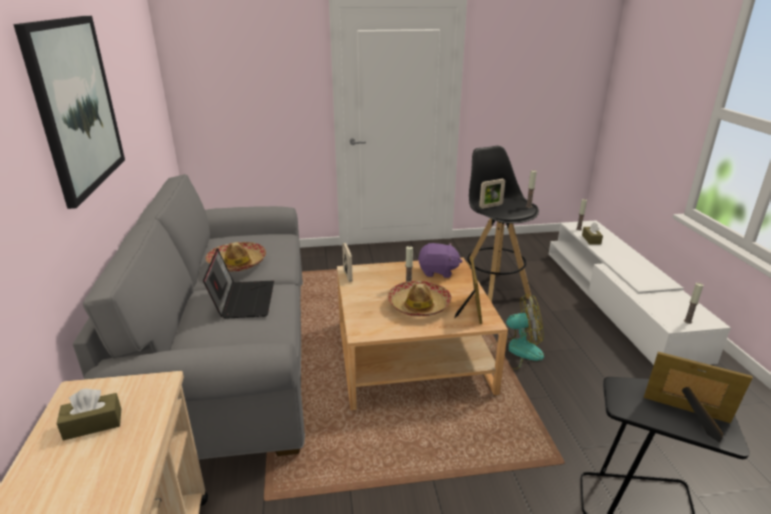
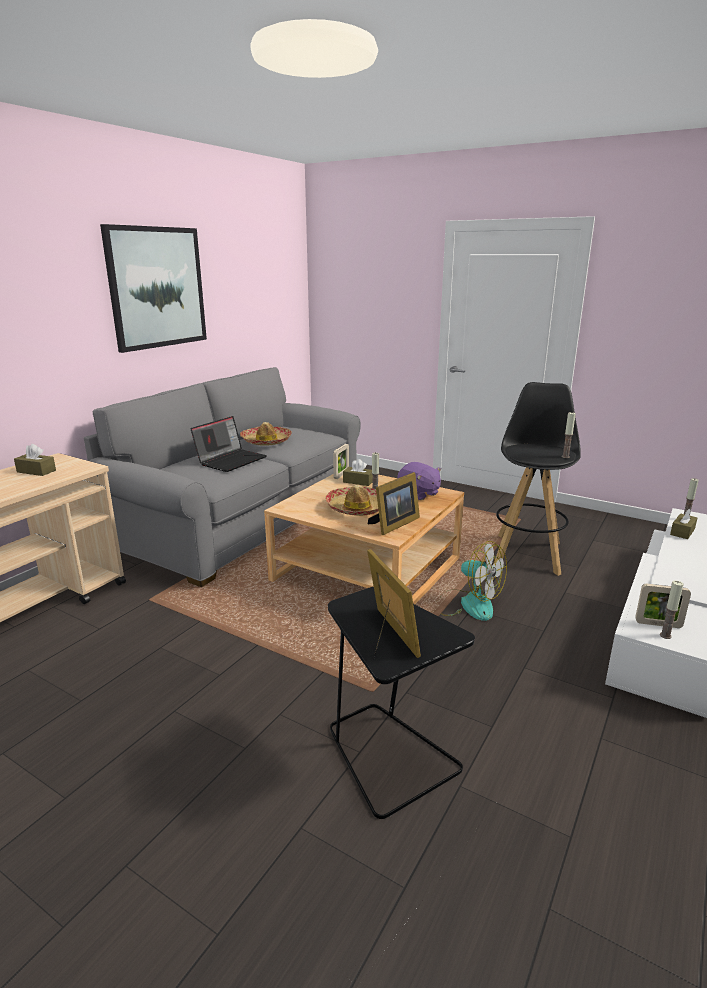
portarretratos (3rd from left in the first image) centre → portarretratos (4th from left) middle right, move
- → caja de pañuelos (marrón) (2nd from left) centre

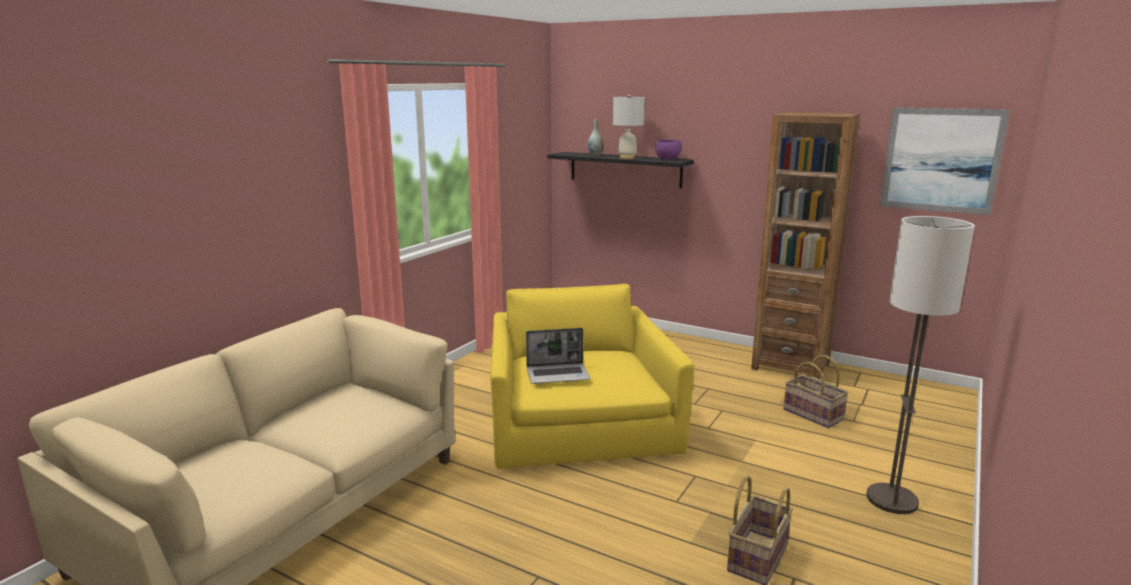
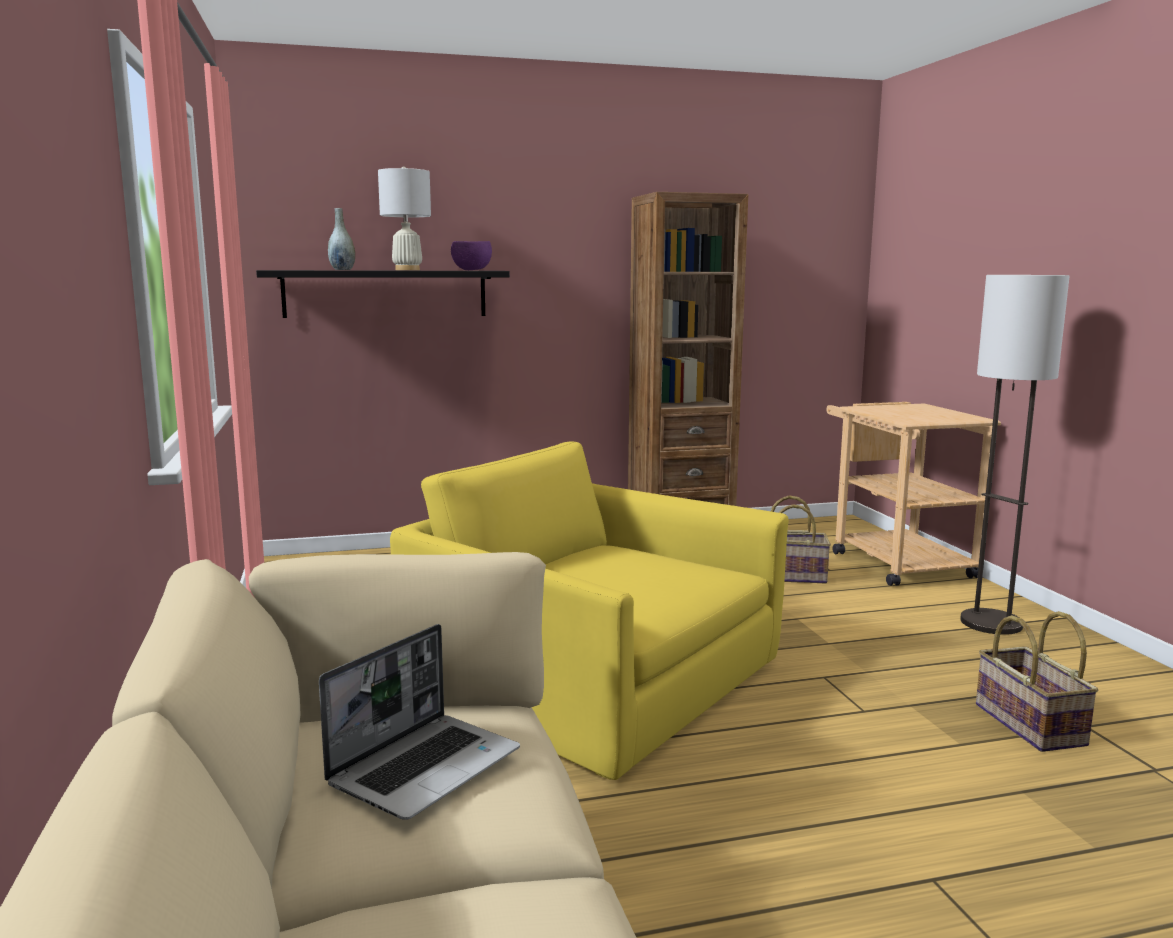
cuadro top right → -
portátil centre → portátil bottom centre, move
- → carrito (beis) middle right

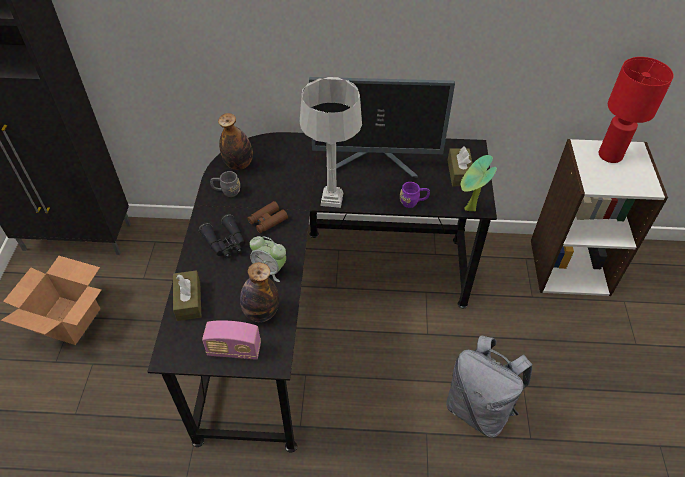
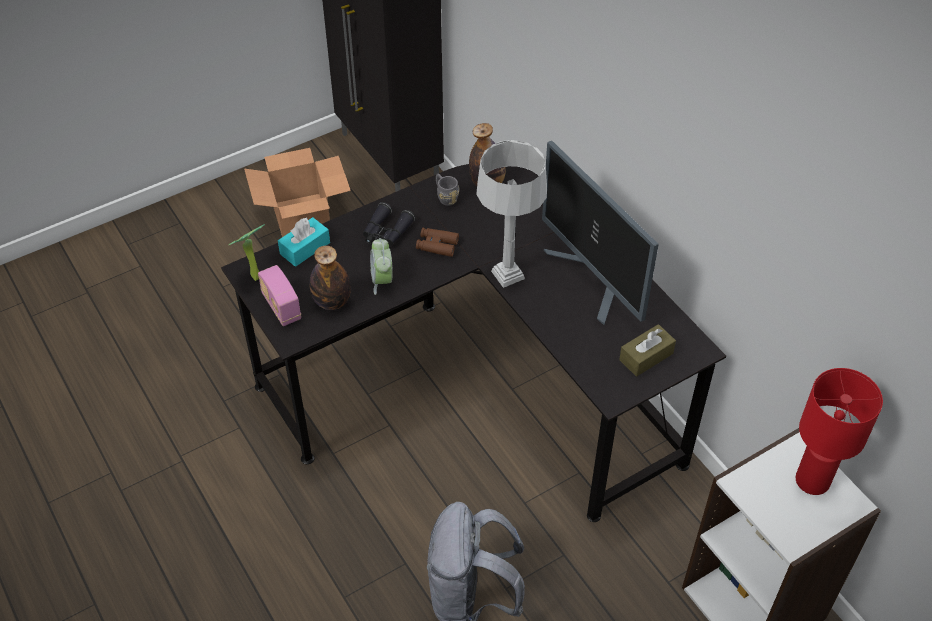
planta en maceta middle right → planta en maceta middle left, move
taza grande (morado) centre → -
caja de pañuelos (marrón) (1st from left) middle left → caja de pañuelos (turquesa) middle left

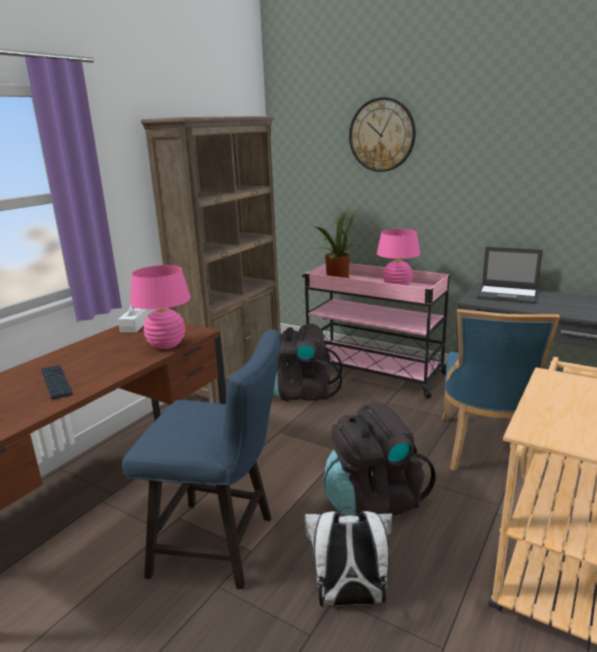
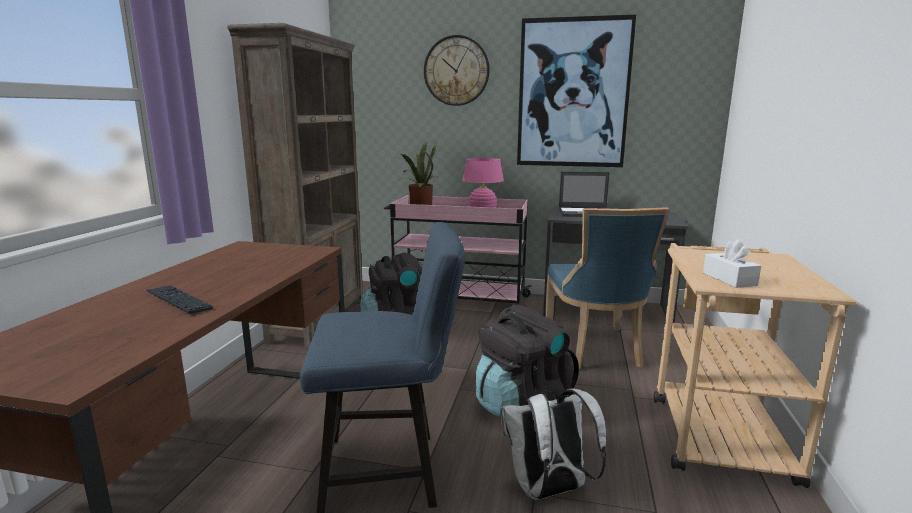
lámpara de mesa (rosa) (1st from left) middle left → -
caja de pañuelos (blanco) middle left → caja de pañuelos (blanco) middle right, move
- → cuadro top centre

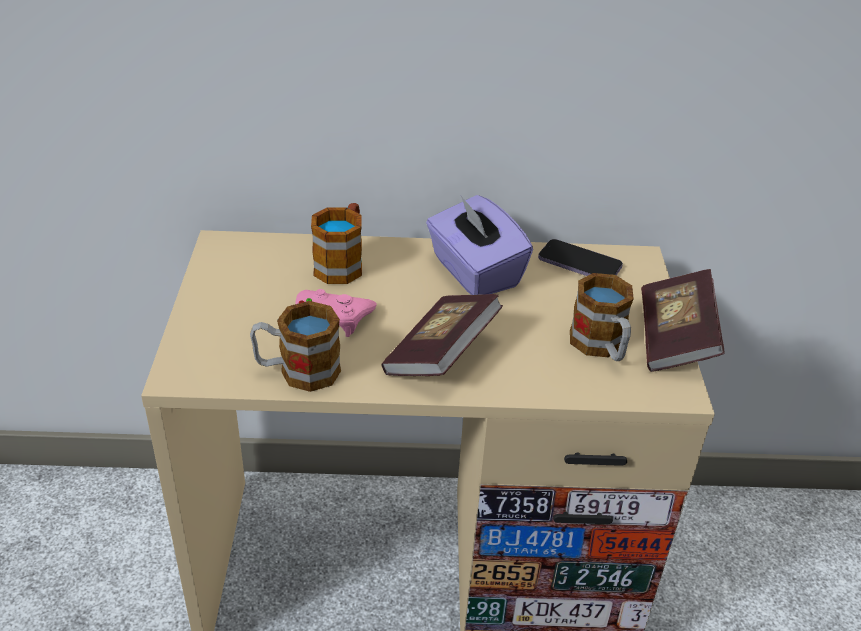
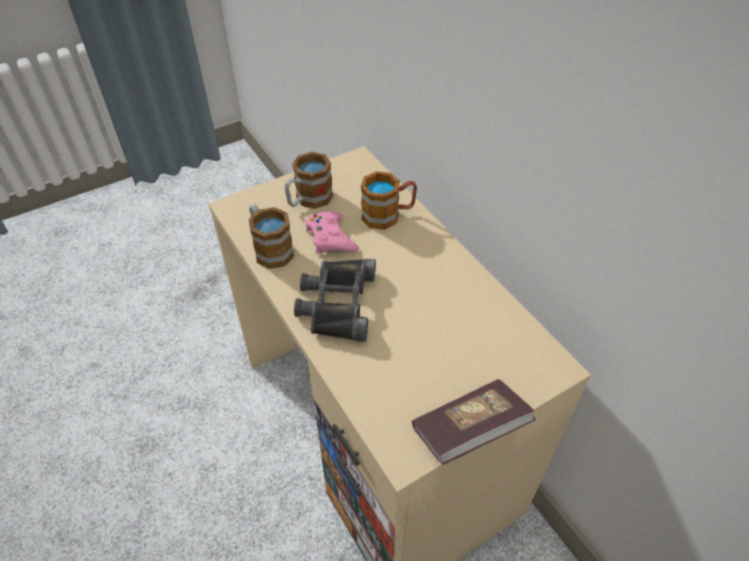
caja de pañuelos (morado) centre → -
móvil middle right → -
taza grande (3rd from left in the first image) middle right → taza grande (2nd from left) top centre, move
libro (1st from left) centre → prismáticos (negro) centre

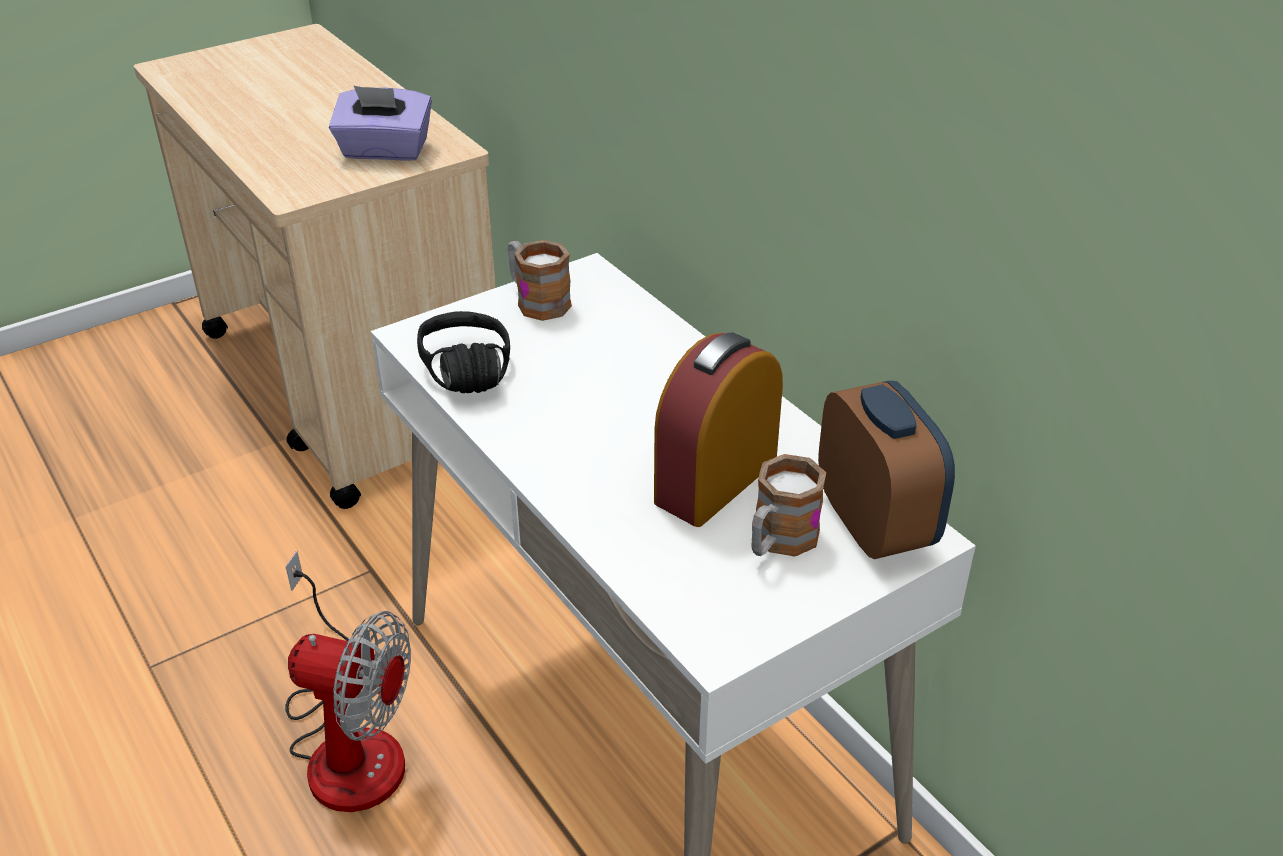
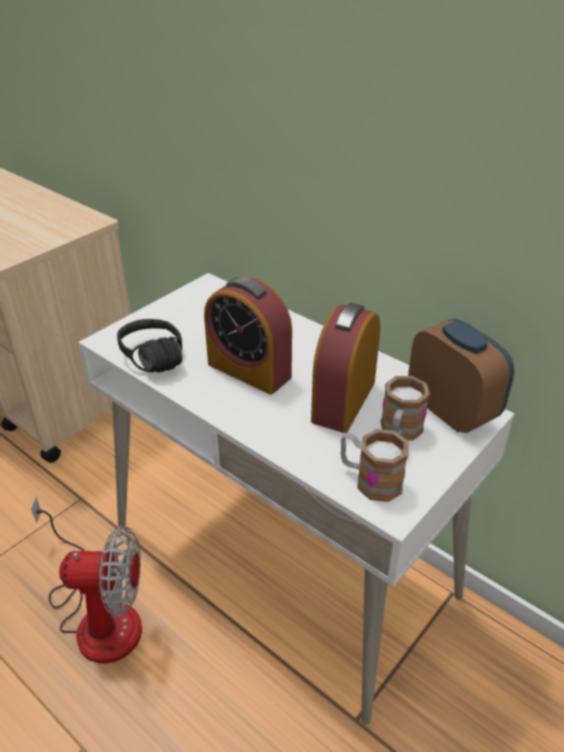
caja de pañuelos (morado) top left → -
taza grande (1st from left) top centre → taza grande (1st from left) centre, move
- → despertador (1st from left) centre

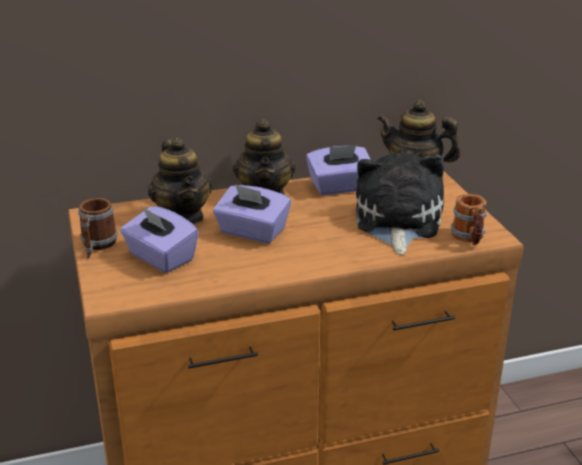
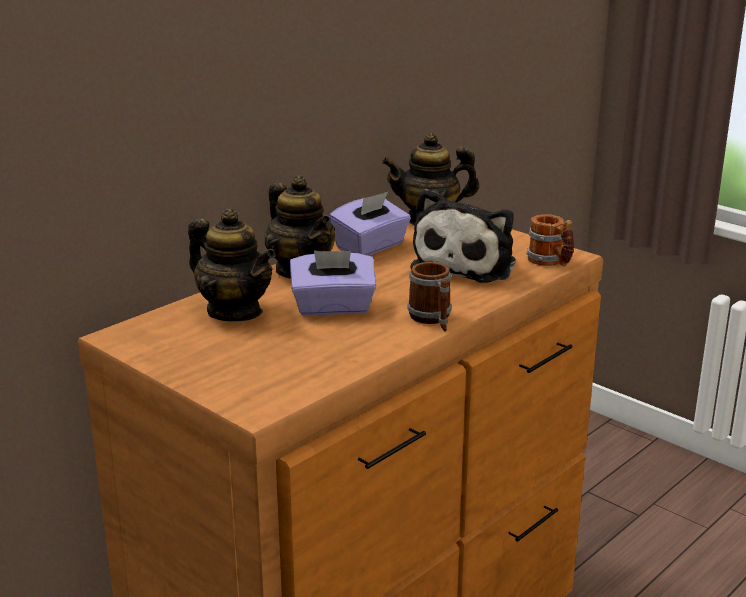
peluche middle right → peluche centre, 135 degrees counterclockwise
taza grande (1st from left) middle left → taza grande (1st from left) centre, move
caja de pañuelos (morado) (1st from left) middle left → -

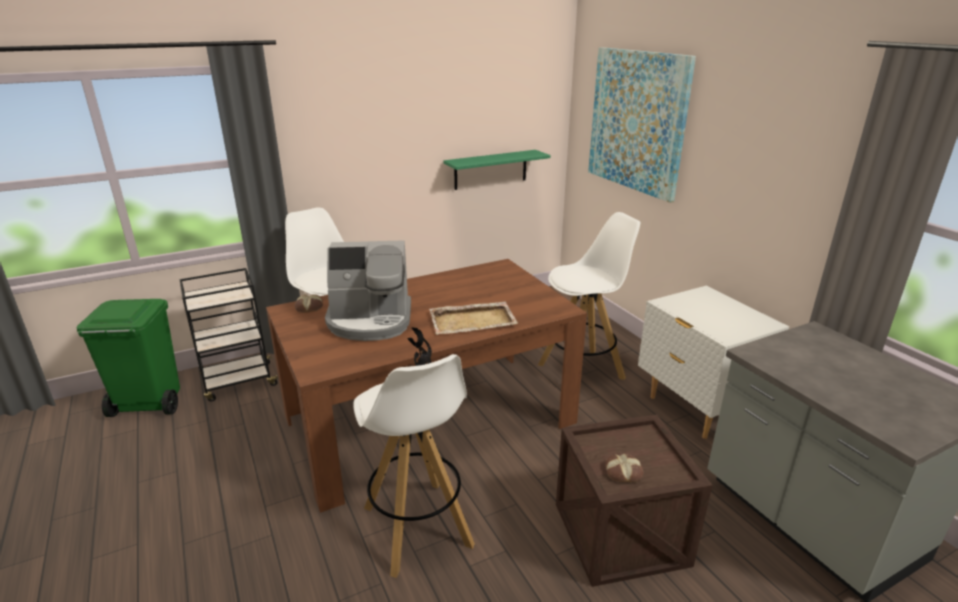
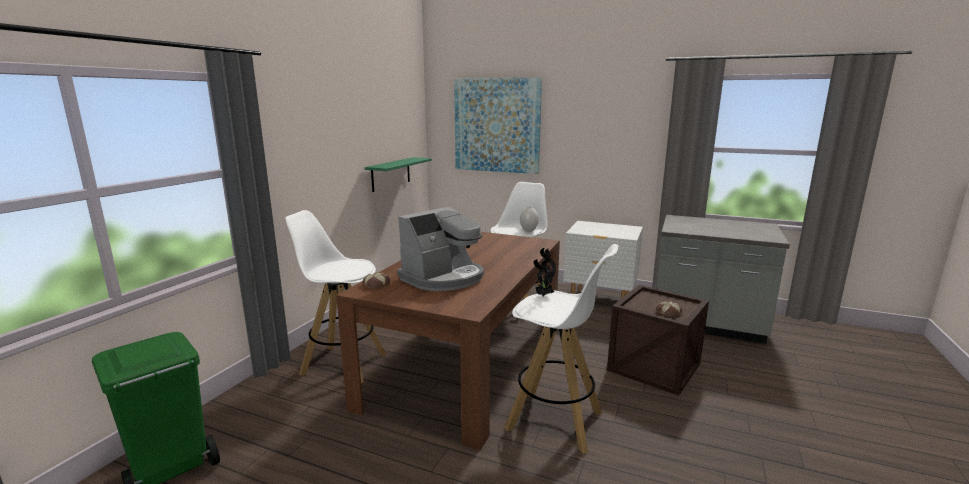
carrito (negro) middle left → -
bandeja (beis) centre → -
- → florero (blanco) centre

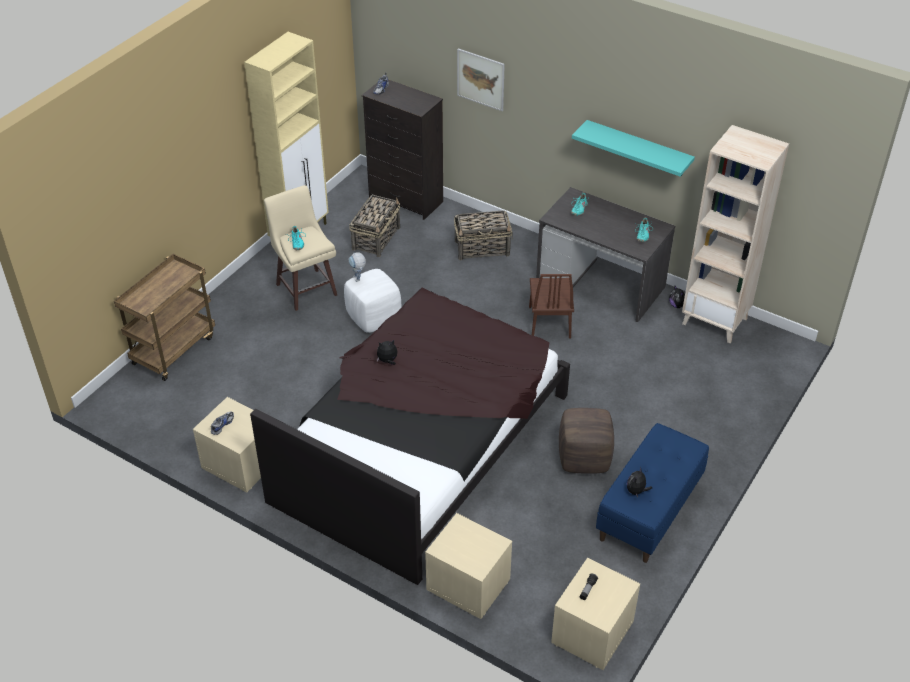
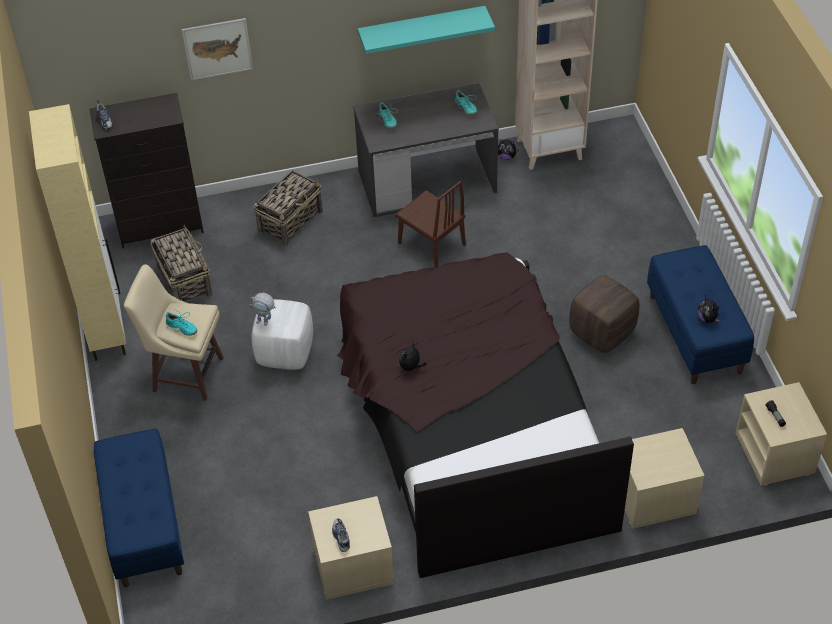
carrito (marrón) middle left → banco (azul) (1st from left) bottom left

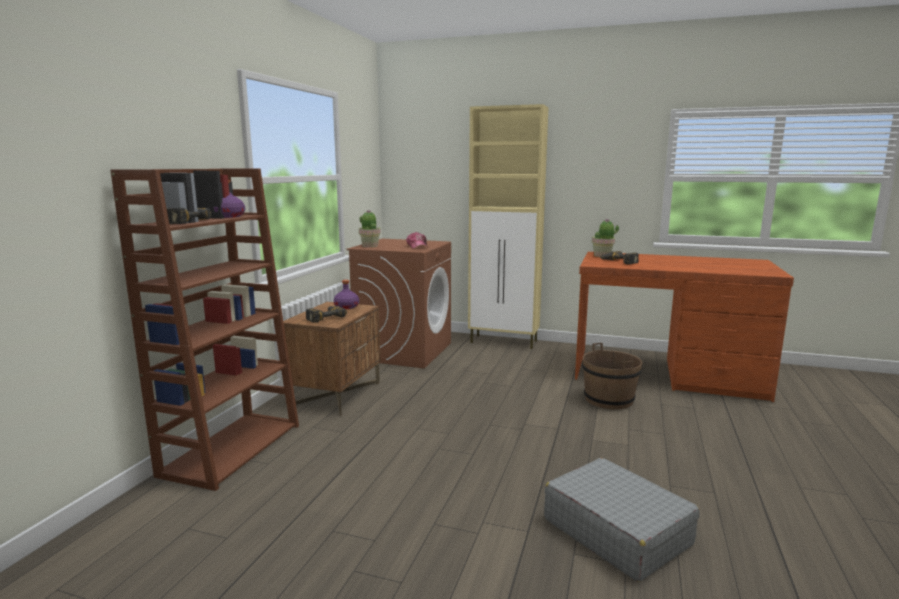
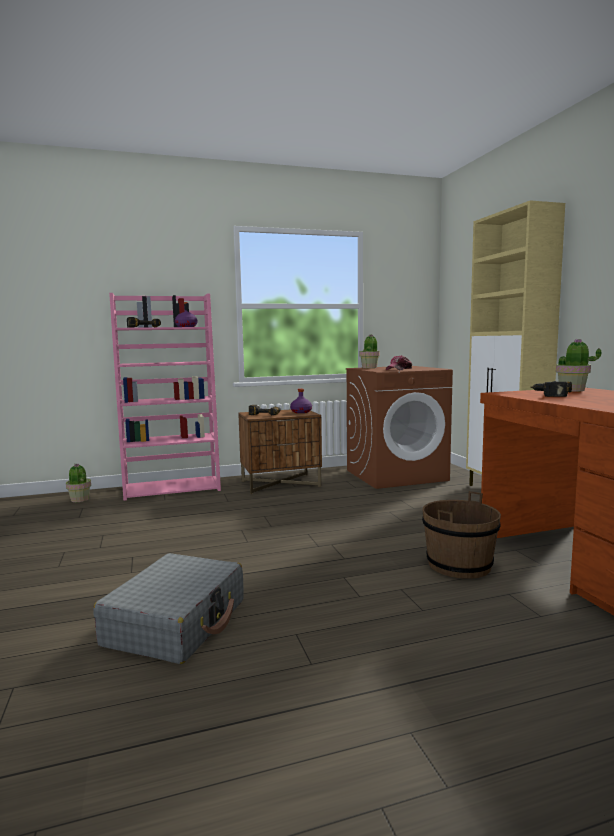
estantería (marrón) middle left → estantería (rosa) middle left
- → planta en maceta (1st from left) middle left

